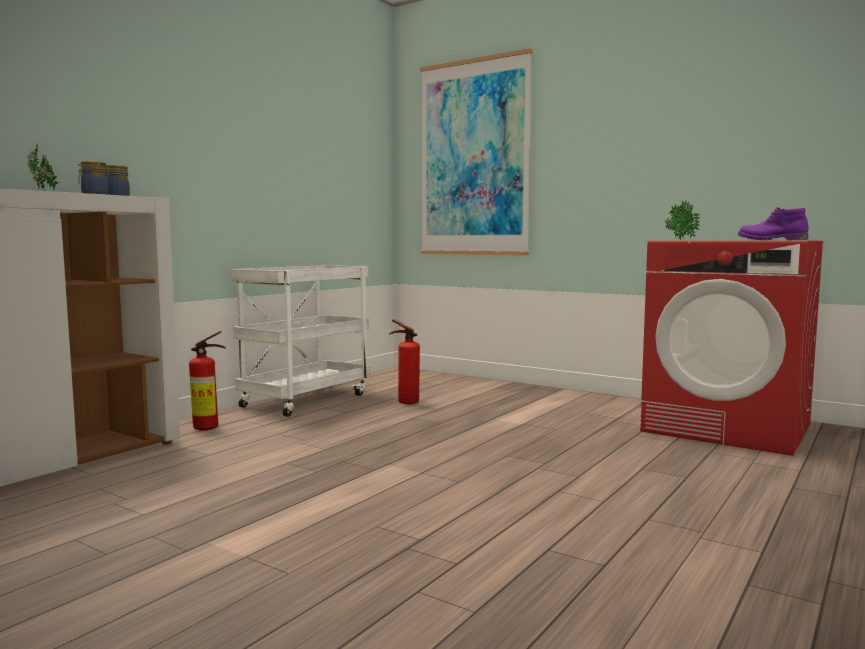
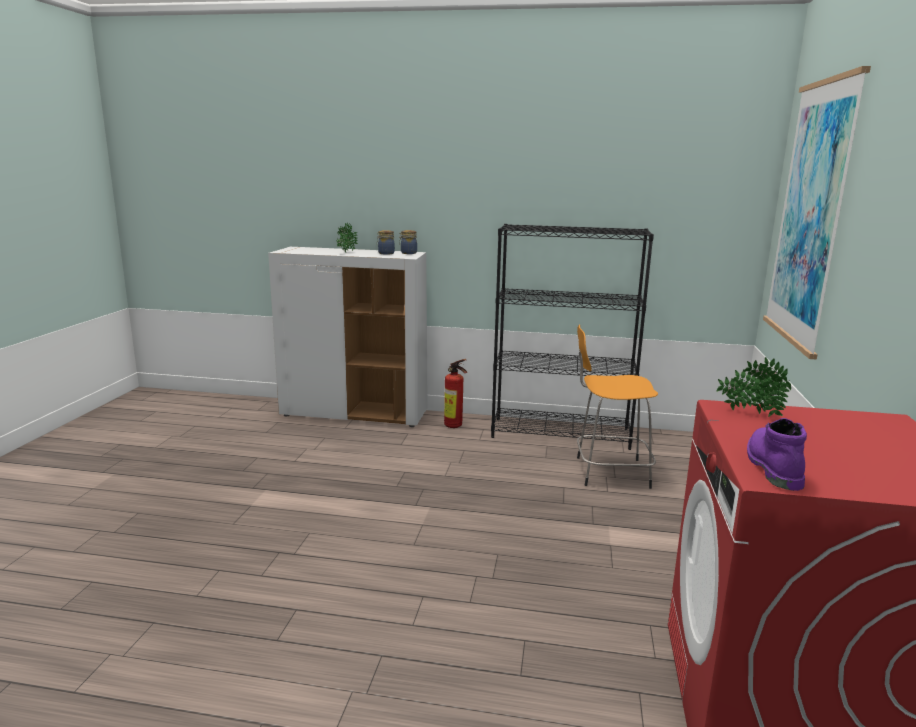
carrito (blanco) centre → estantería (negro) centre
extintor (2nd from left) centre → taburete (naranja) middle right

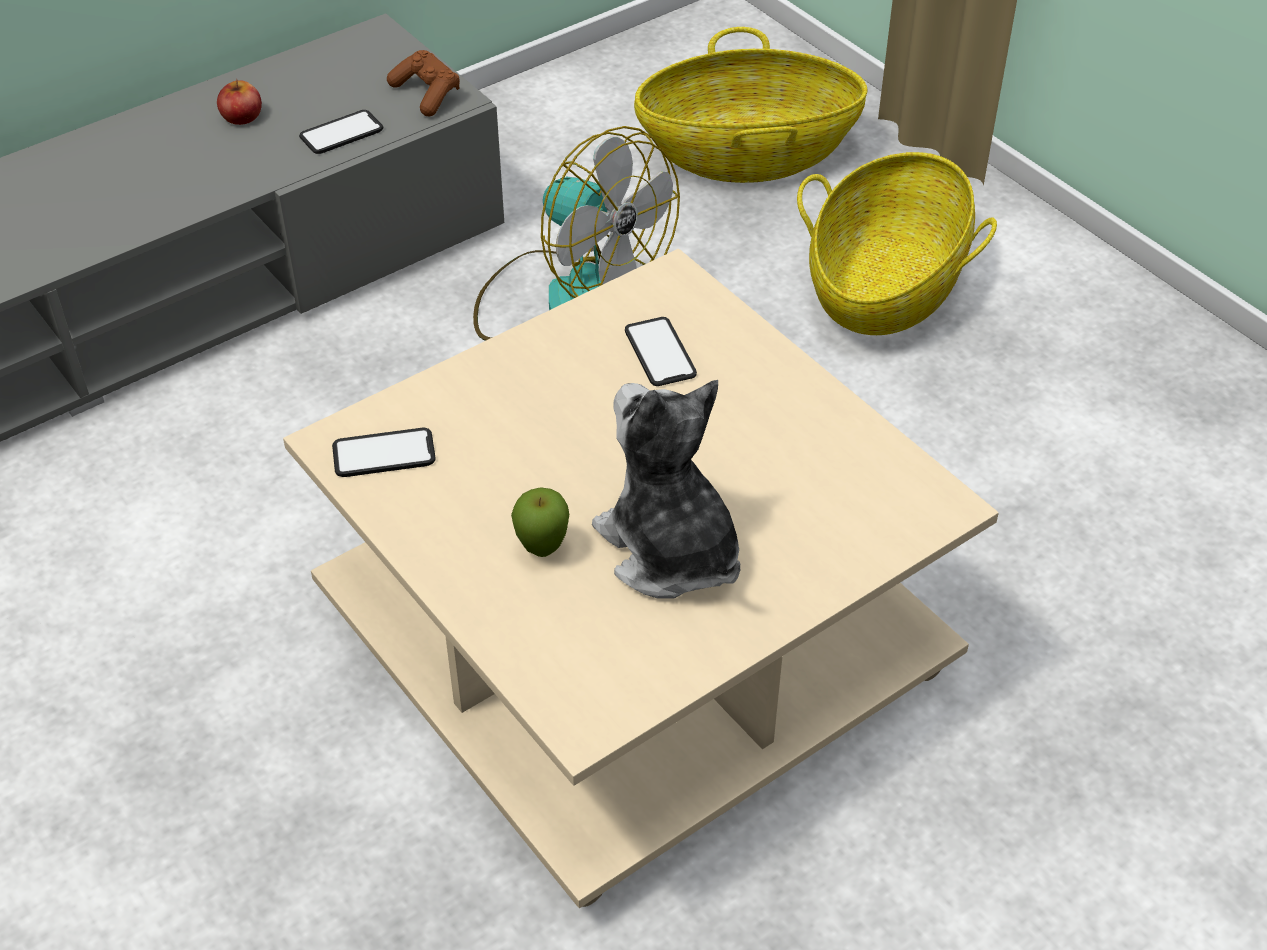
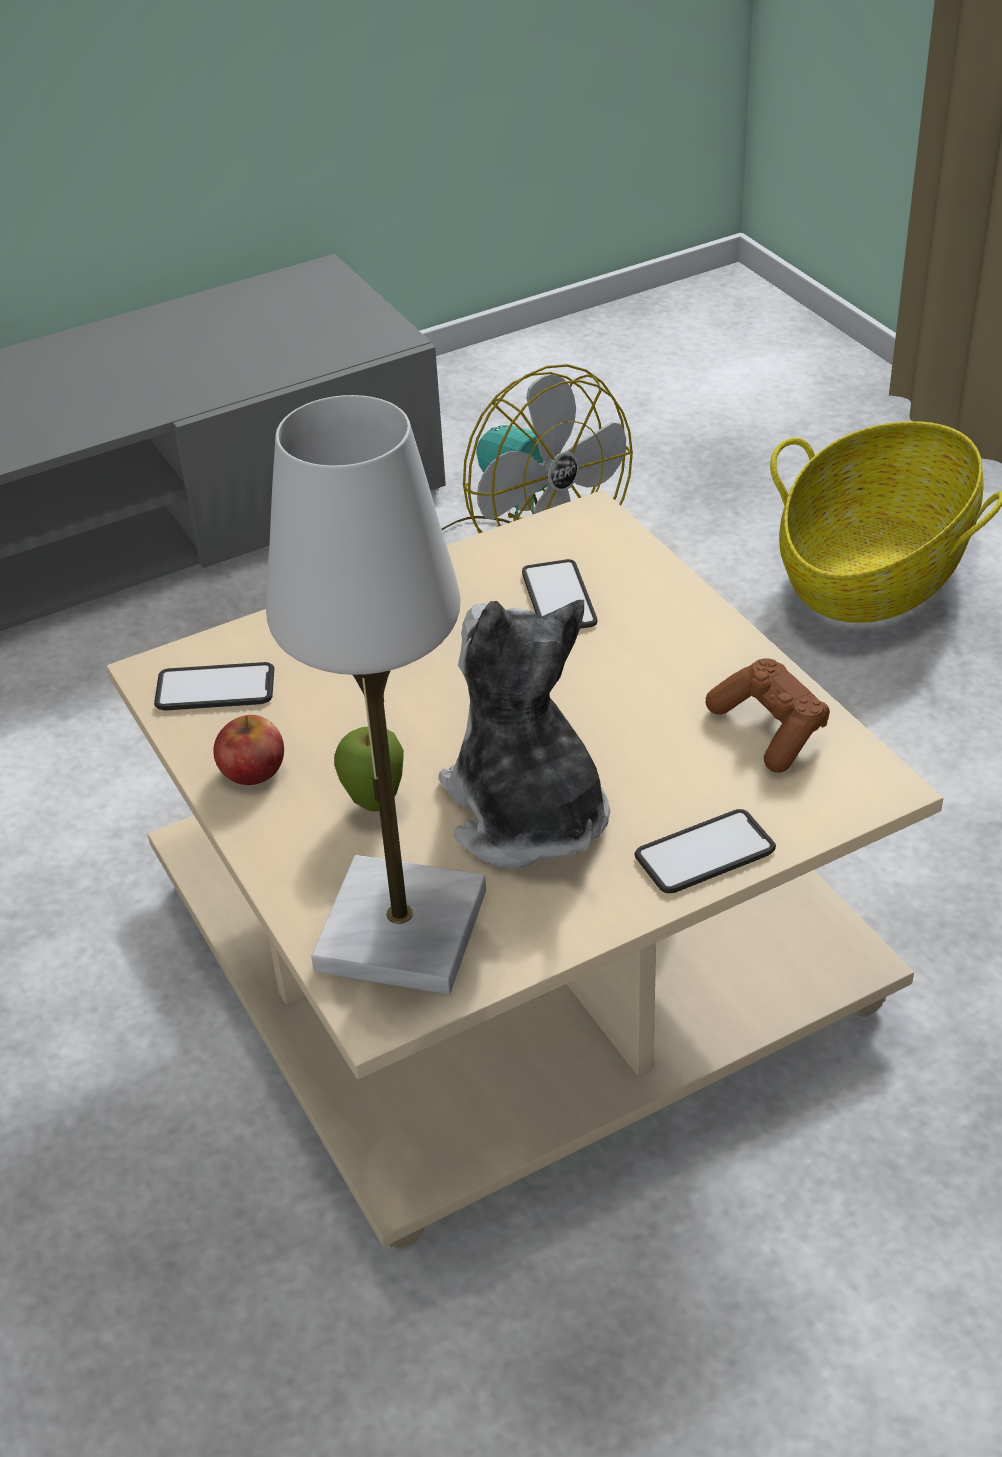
cesta (1st from left) top centre → -
mando de consola (marrón) top centre → mando de consola (marrón) middle right, move
manzana (1st from left) top left → manzana (1st from left) middle left, move
móvil (1st from left in the first image) top left → móvil (3rd from left) middle right, move
- → lámpara de mesa (blanco) centre

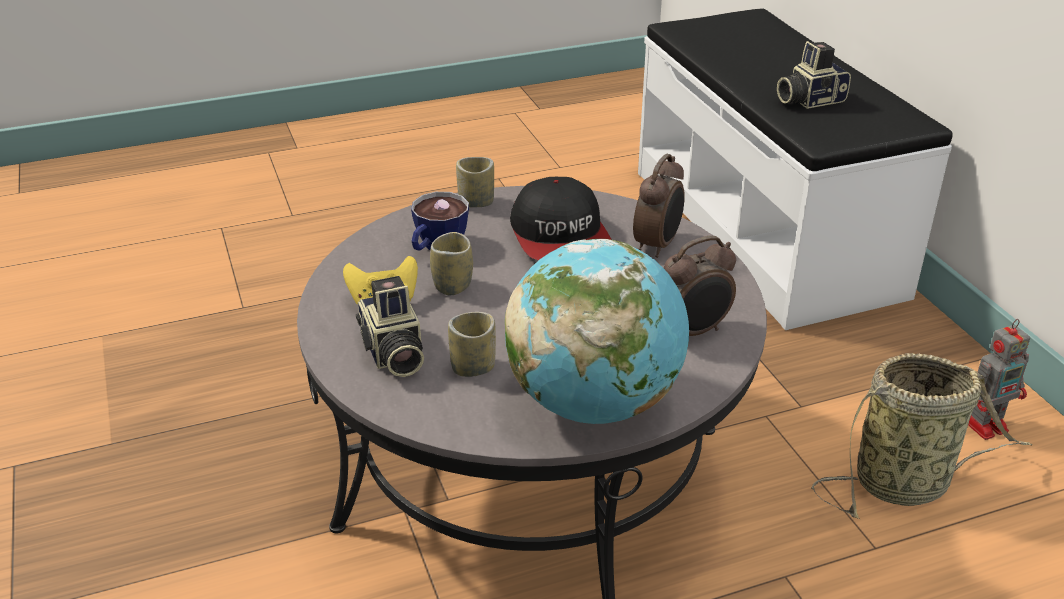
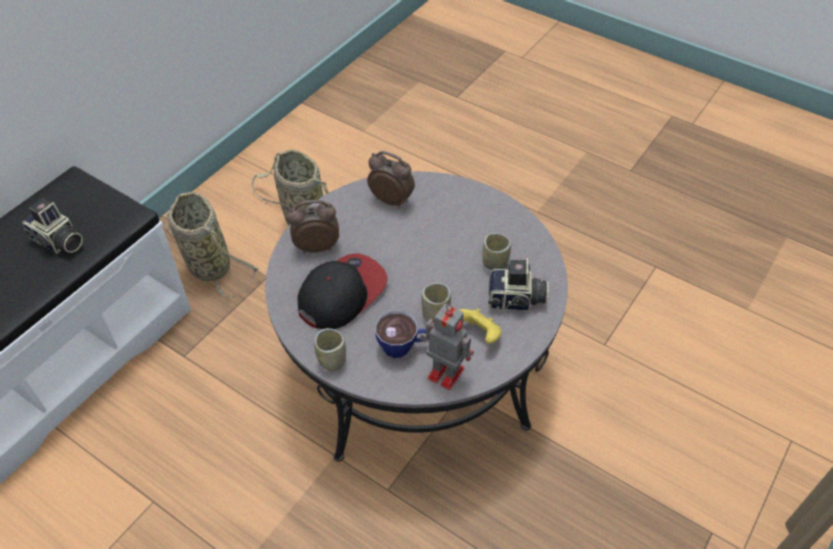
globo terráqueo centre → -
cámara (1st from left in the first image) centre → cámara (2nd from left) centre, 60 degrees clockwise
robot de juguete middle right → robot de juguete centre, move
- → cesta (1st from left) middle left

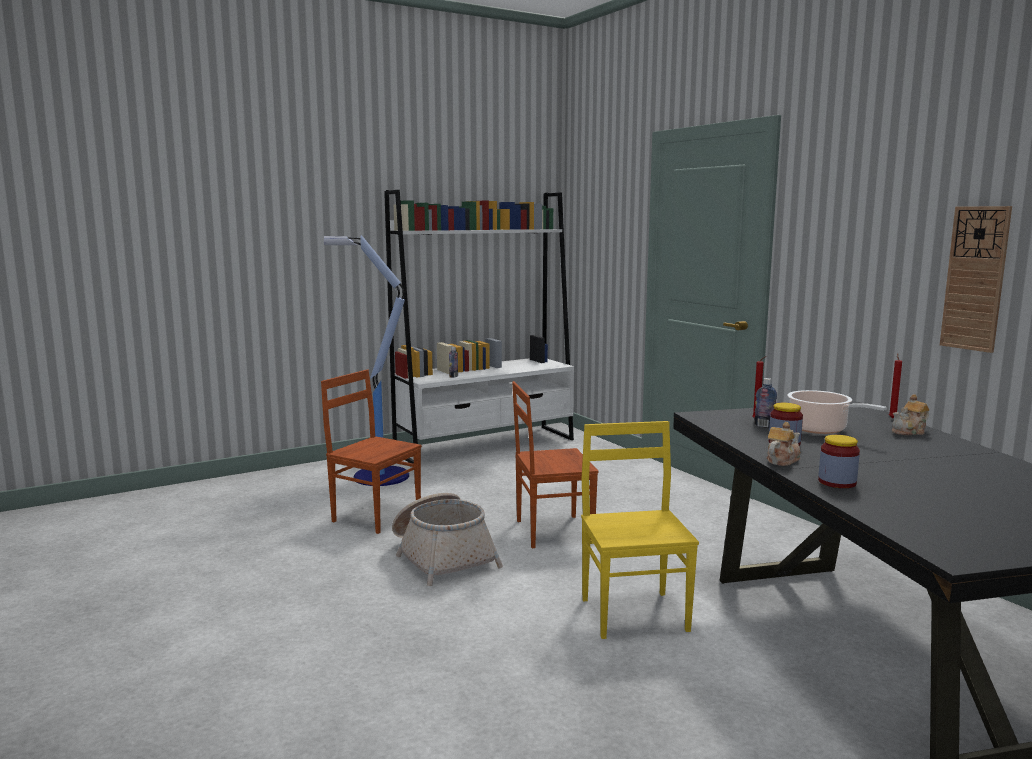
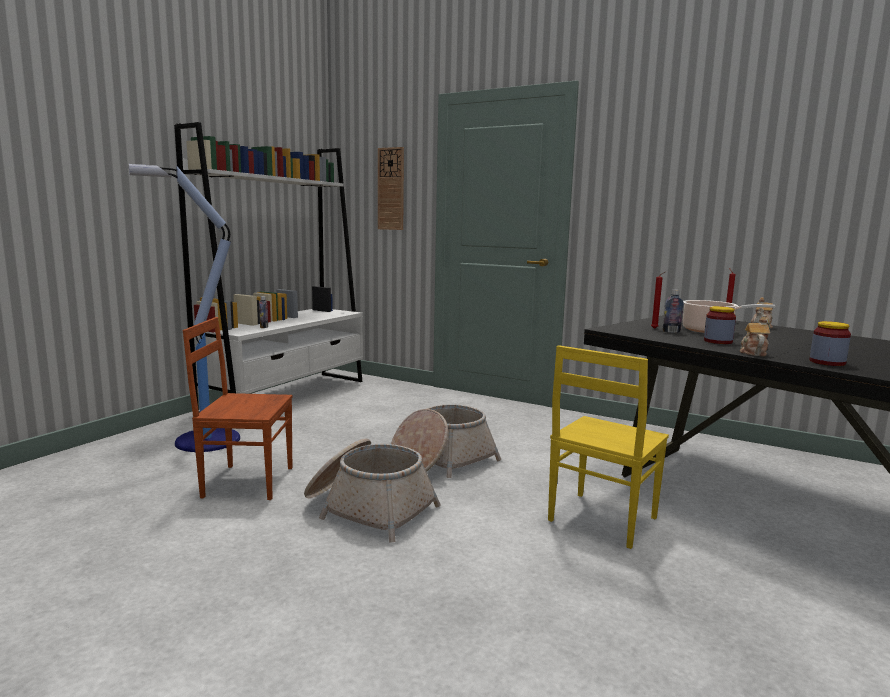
reloj de pared middle right → reloj de pared top centre, move
silla (marrón) (2nd from left) centre → cesta (2nd from left) centre
silla (amarillo) bottom centre → silla (amarillo) middle right, 105 degrees counterclockwise

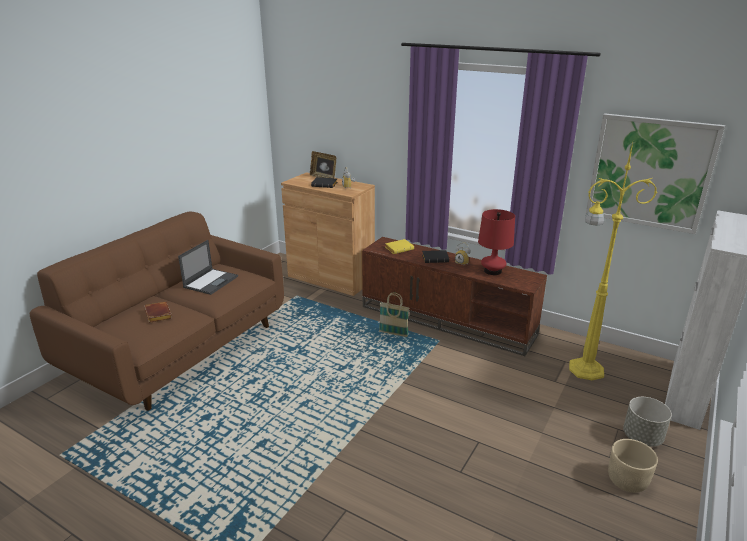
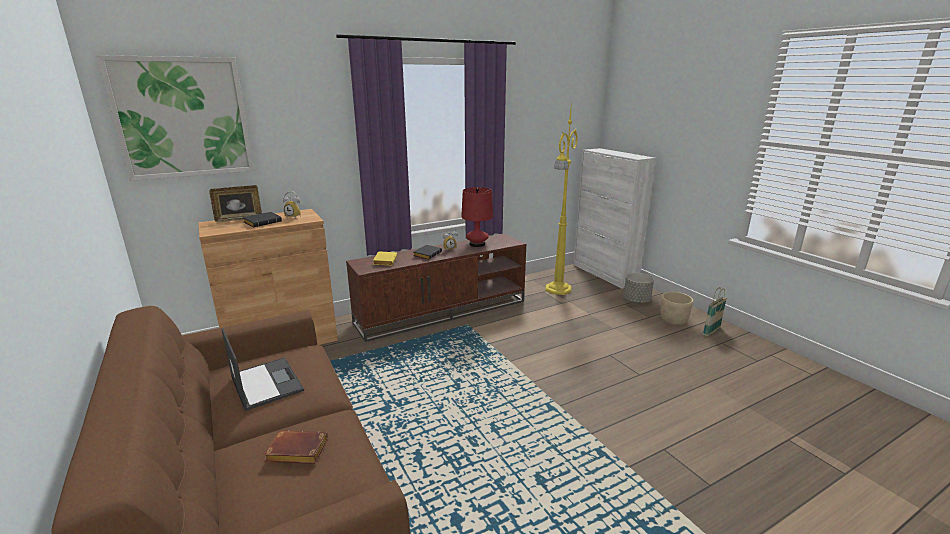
cuadro top right → cuadro top left, move
cesta centre → cesta middle right, move

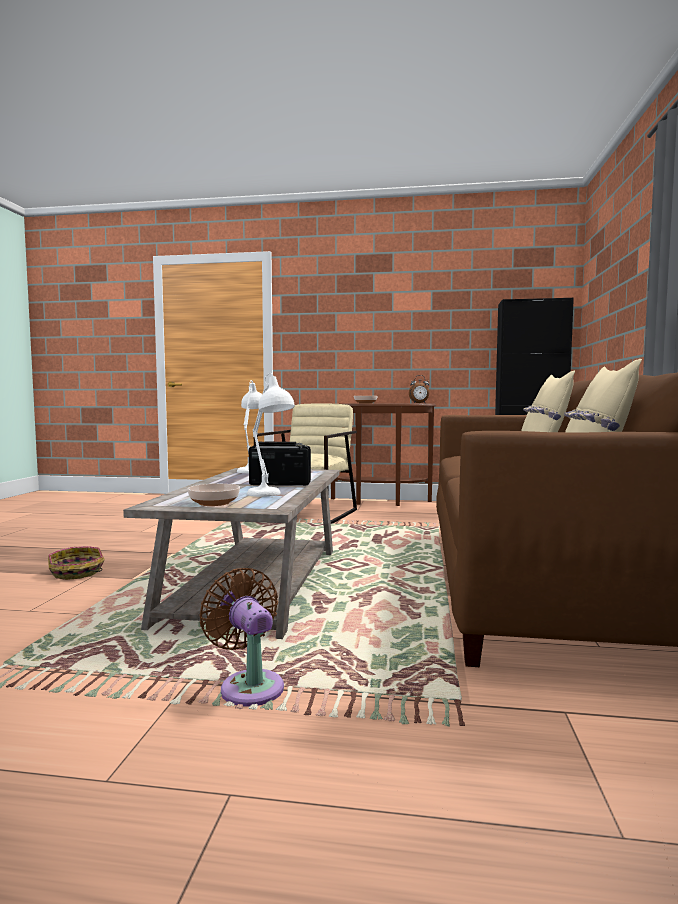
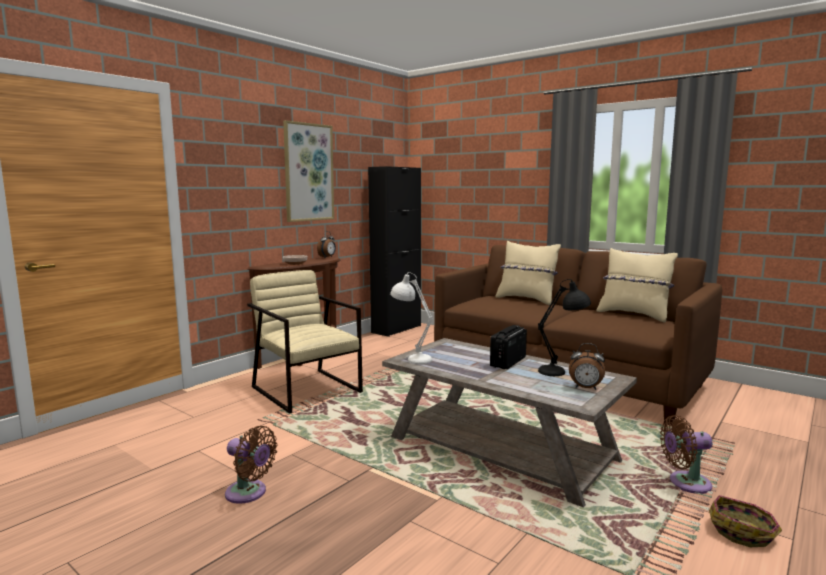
lámpara de mesa (blanco) (2nd from left) centre → lámpara de mesa (negro) middle right
cuenco (1st from left) middle left → despertador (2nd from left) middle right
cesta middle left → cesta bottom right, move
- → cuadro top centre
- → ventilador (marrón) (1st from left) bottom left

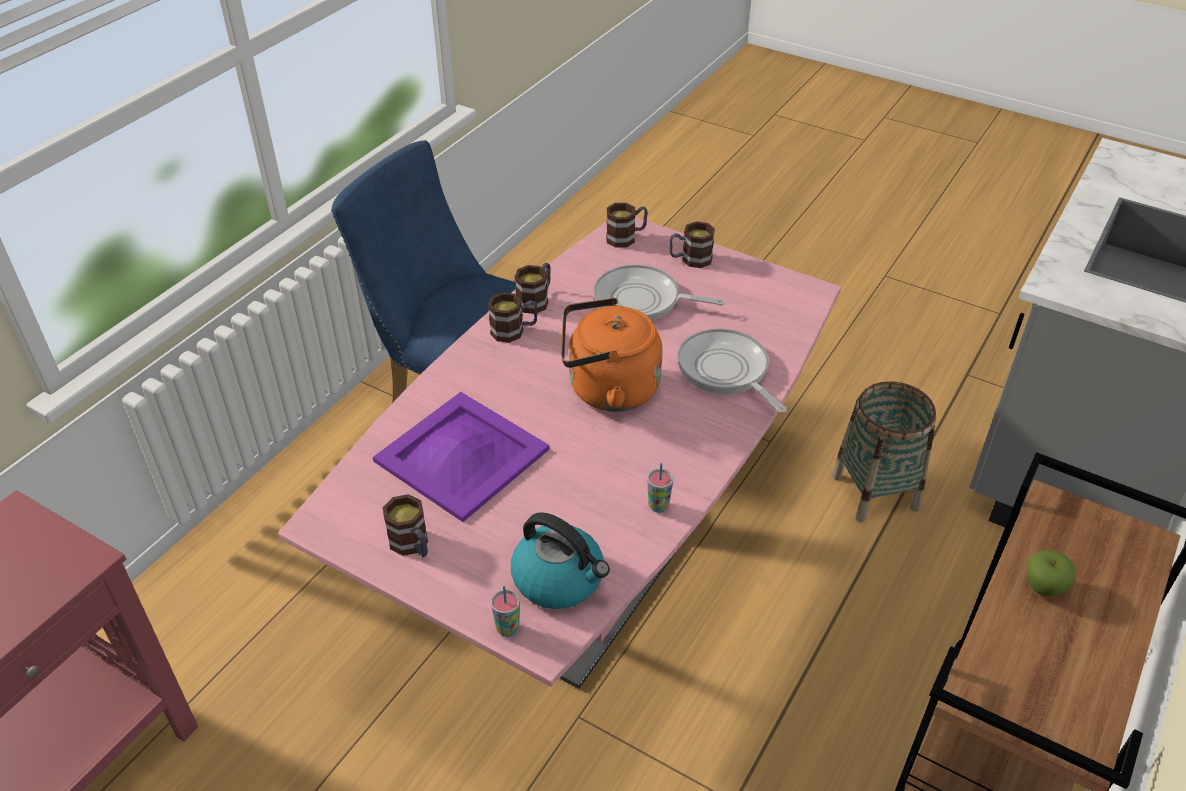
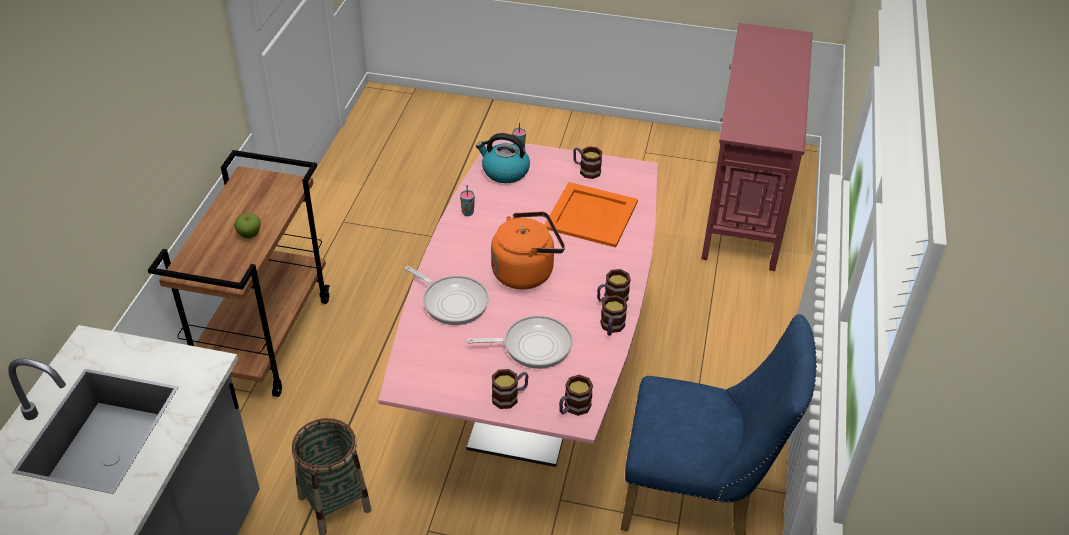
bandeja (morado) centre → bandeja (naranja) centre

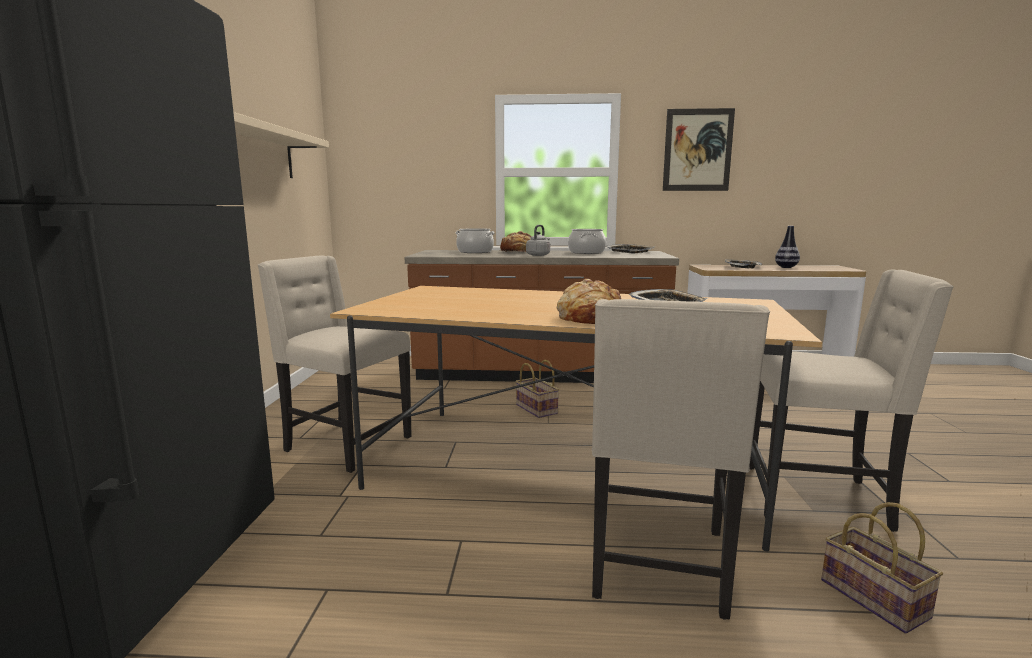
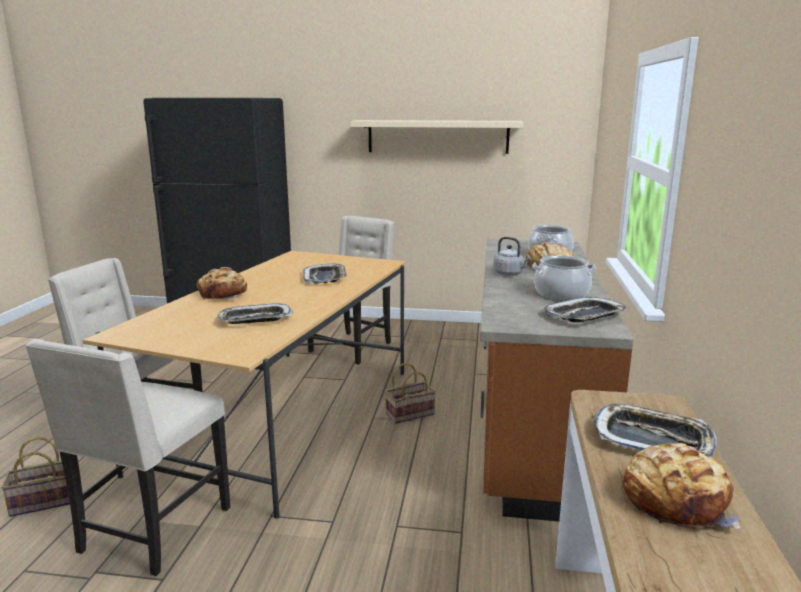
cuadro top right → -
florero middle right → pan (3rd from left) bottom right
- → bandeja (2nd from left) centre

